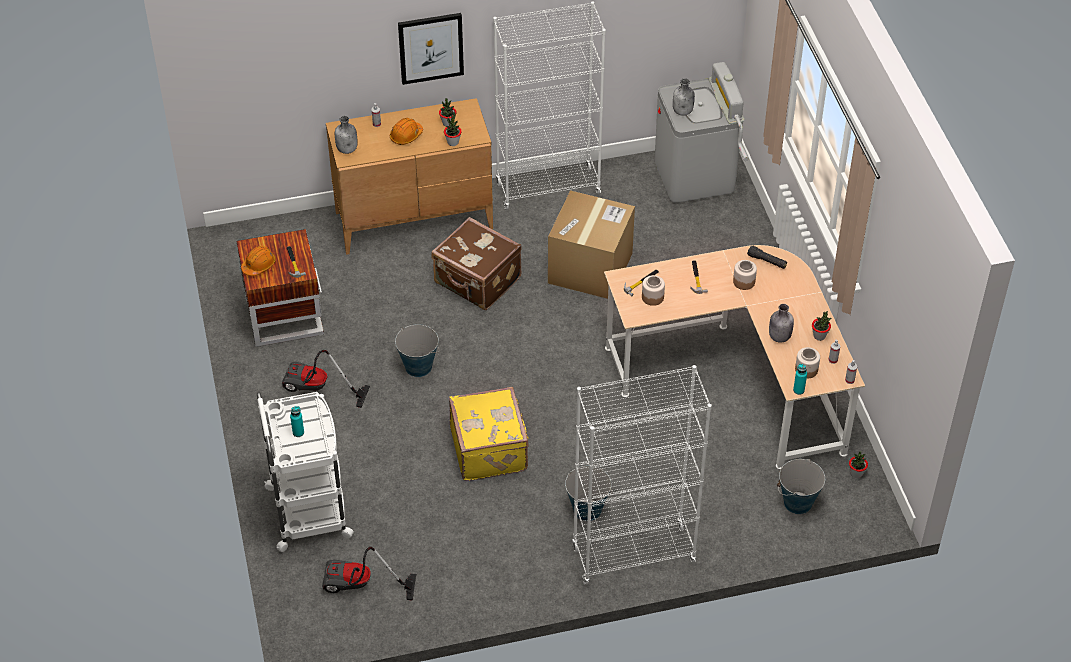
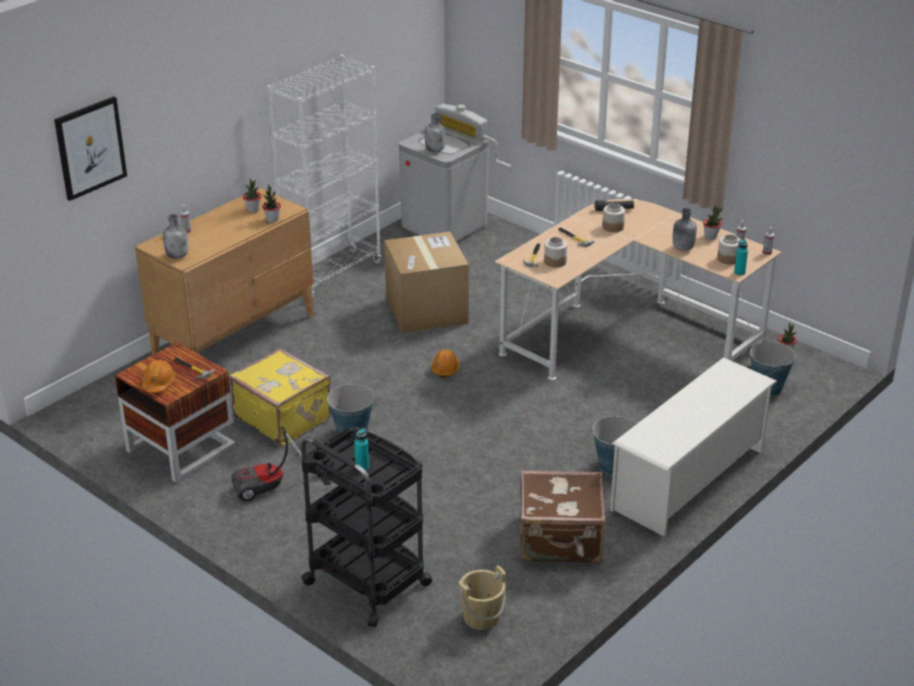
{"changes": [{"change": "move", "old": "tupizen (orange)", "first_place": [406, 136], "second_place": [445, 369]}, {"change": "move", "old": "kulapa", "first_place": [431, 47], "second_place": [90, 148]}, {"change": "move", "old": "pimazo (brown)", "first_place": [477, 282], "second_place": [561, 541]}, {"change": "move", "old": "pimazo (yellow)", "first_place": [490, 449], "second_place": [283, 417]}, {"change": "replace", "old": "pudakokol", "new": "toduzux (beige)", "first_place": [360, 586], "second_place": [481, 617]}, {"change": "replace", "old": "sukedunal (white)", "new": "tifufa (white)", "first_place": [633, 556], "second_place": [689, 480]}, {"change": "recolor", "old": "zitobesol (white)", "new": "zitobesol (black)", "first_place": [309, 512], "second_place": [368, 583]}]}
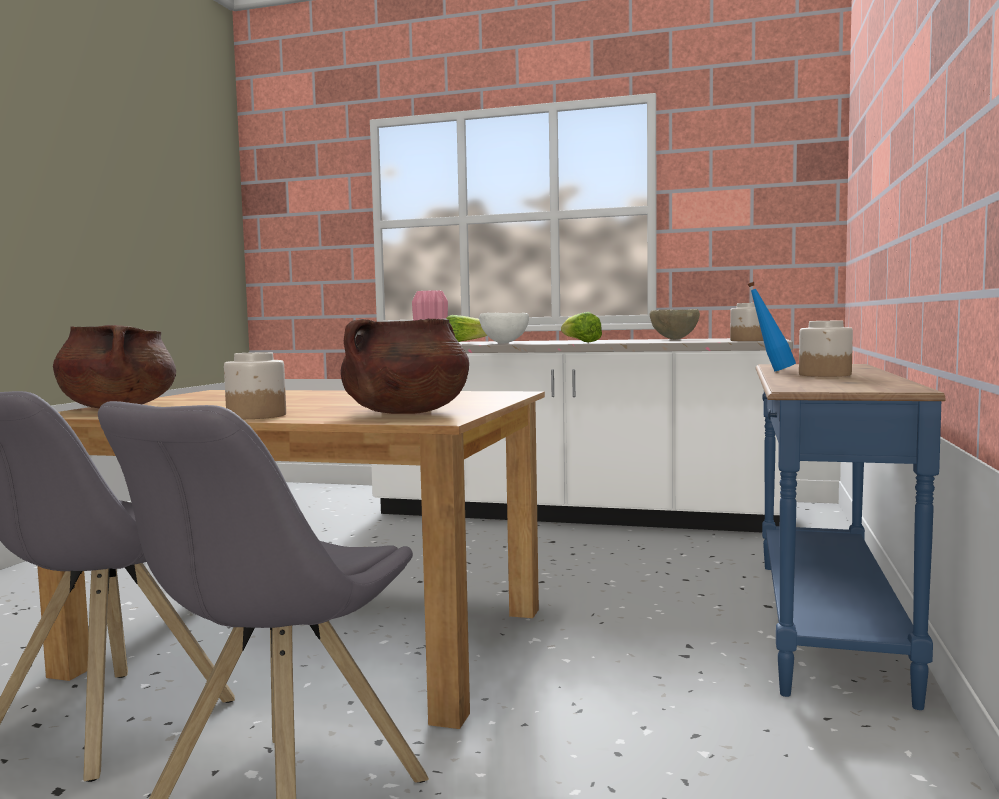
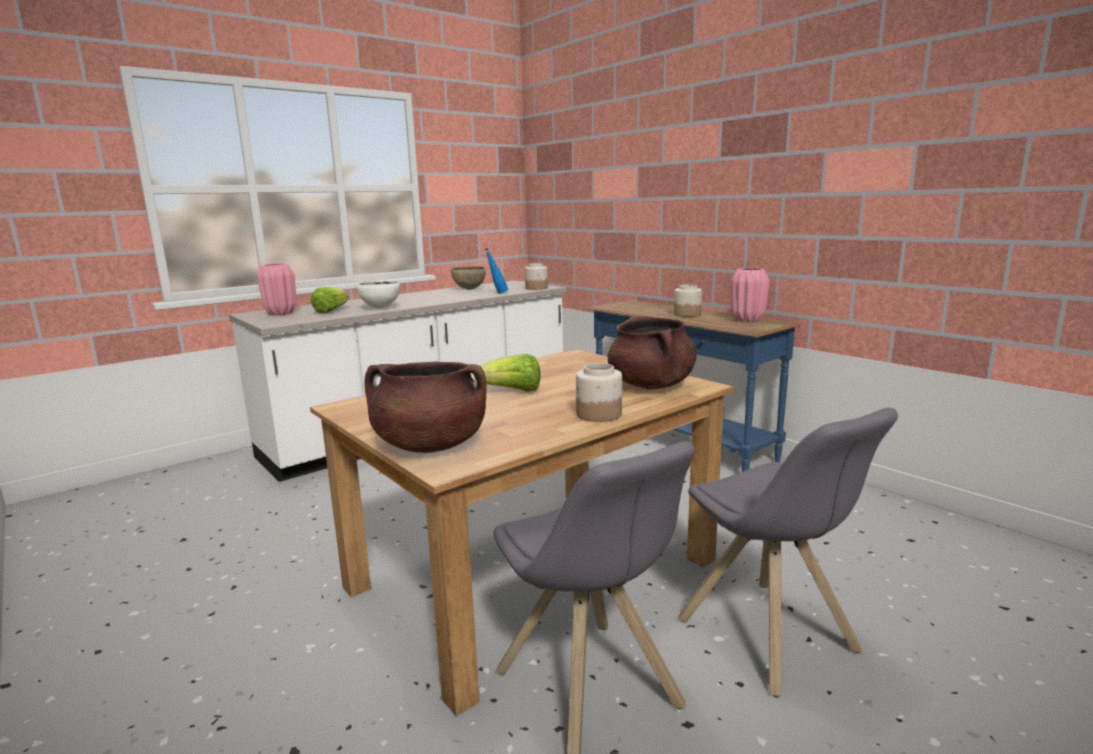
{"changes": [{"change": "insert", "new": "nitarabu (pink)", "second_place": [747, 320]}, {"change": "move", "old": "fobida", "first_place": [580, 342], "second_place": [513, 391]}, {"change": "move", "old": "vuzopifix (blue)", "first_place": [771, 371], "second_place": [497, 293]}]}
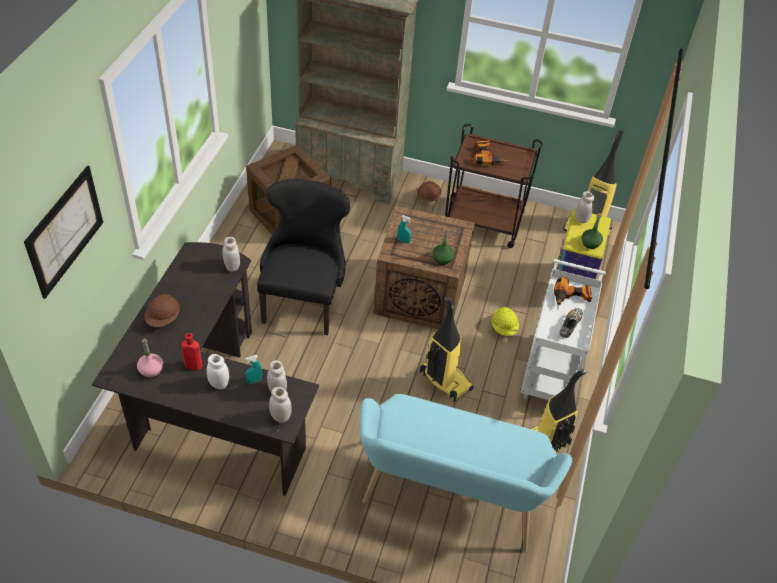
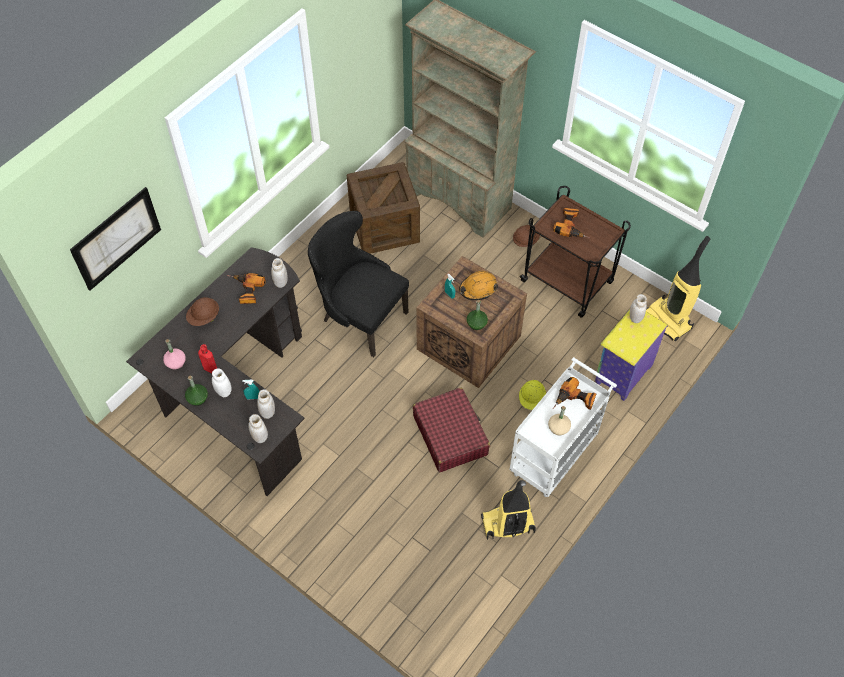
{"changes": [{"change": "delete", "old": "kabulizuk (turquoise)", "first_place": [449, 500]}, {"change": "insert", "new": "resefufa", "second_place": [246, 291]}, {"change": "insert", "new": "tupizen (orange)", "second_place": [478, 288]}, {"change": "move", "old": "vuzopifix (green)", "first_place": [590, 243], "second_place": [197, 398]}, {"change": "replace", "old": "pudakokol", "new": "pimazo (red)", "first_place": [444, 381], "second_place": [450, 435]}, {"change": "replace", "old": "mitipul", "new": "vuzopifix (beige)", "first_place": [570, 326], "second_place": [558, 428]}, {"change": "rotate", "old": "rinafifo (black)", "first_place": [304, 300], "second_place": [360, 318], "degrees": -90}]}
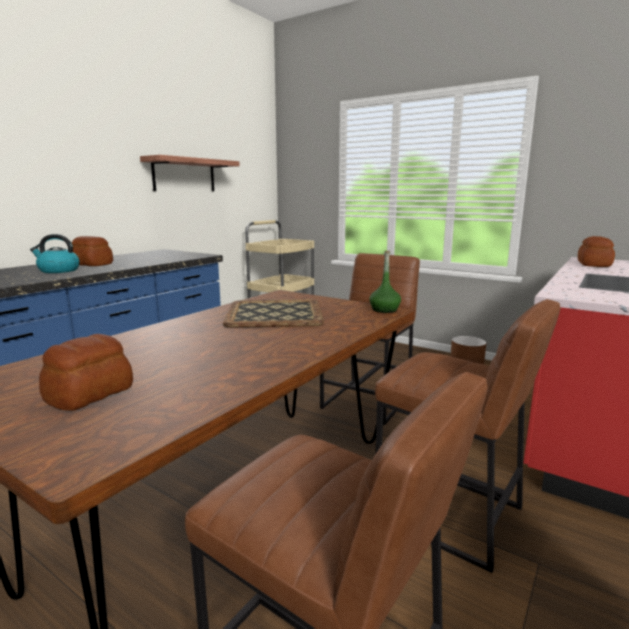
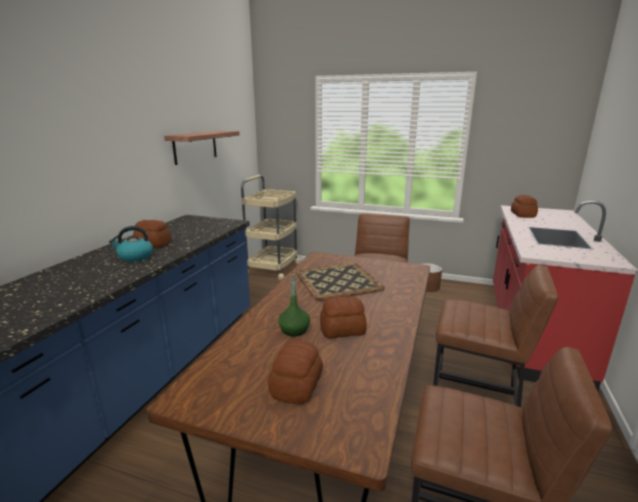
{"changes": [{"change": "insert", "new": "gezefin", "second_place": [343, 330]}, {"change": "move", "old": "vuzopifix (green)", "first_place": [384, 310], "second_place": [294, 330]}]}
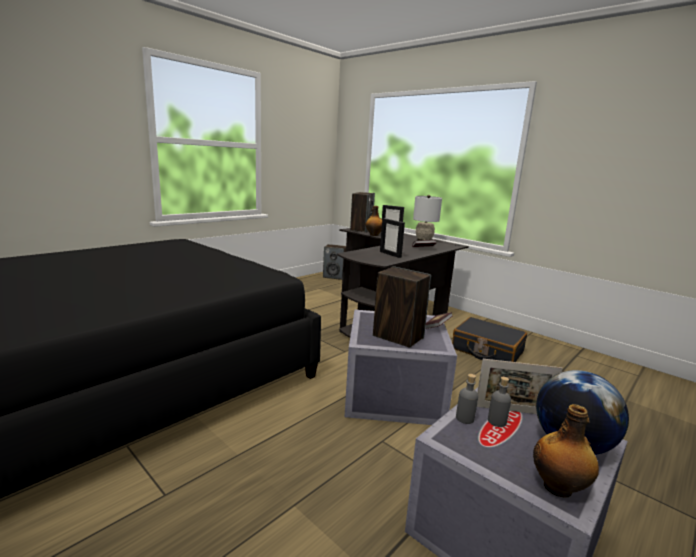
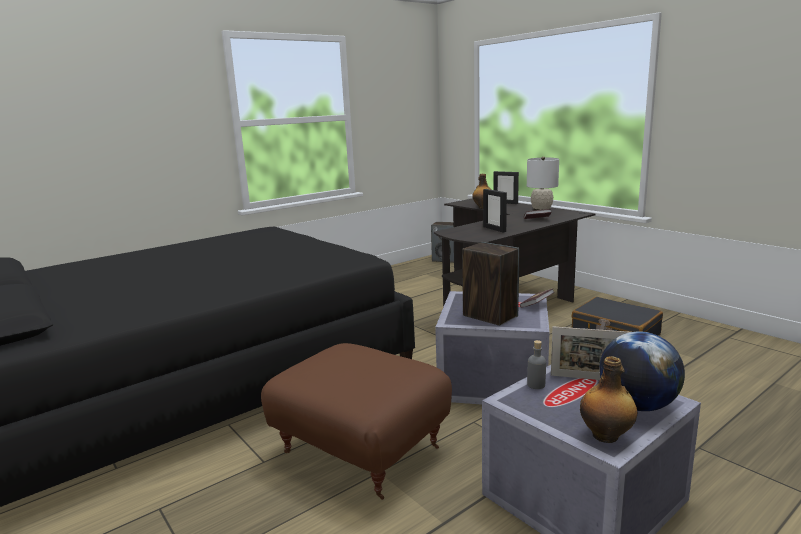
{"changes": [{"change": "delete", "old": "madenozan", "first_place": [361, 230]}, {"change": "delete", "old": "vuzopifix (grey)", "first_place": [497, 421]}, {"change": "insert", "new": "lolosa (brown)", "second_place": [359, 452]}]}
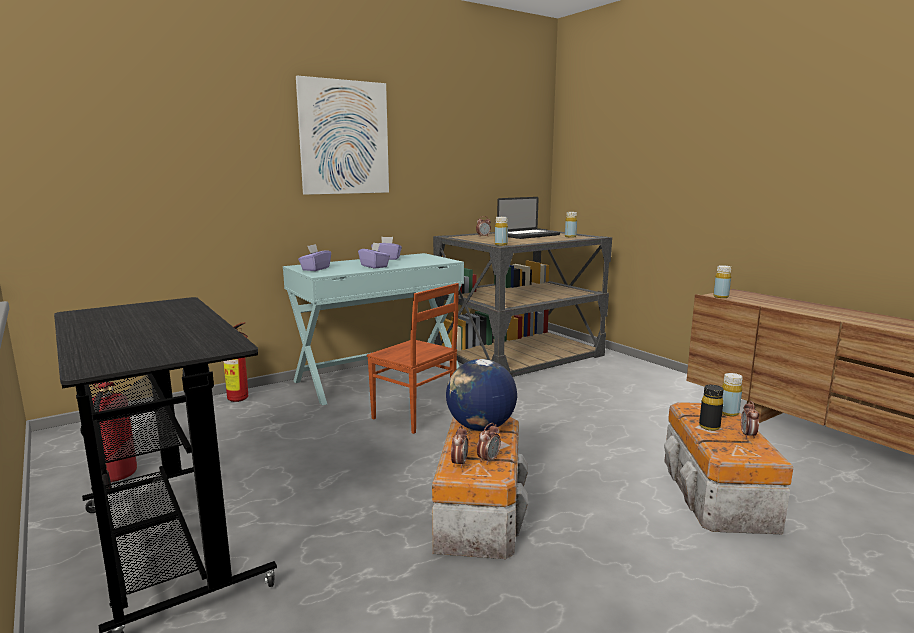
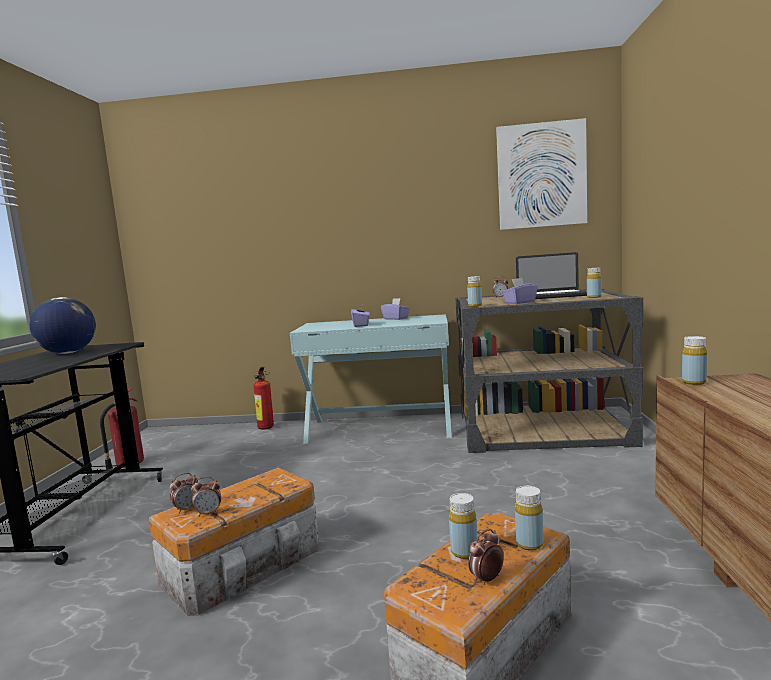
{"changes": [{"change": "delete", "old": "rinafifo (brown)", "first_place": [414, 416]}, {"change": "move", "old": "kulapa", "first_place": [344, 137], "second_place": [541, 175]}, {"change": "move", "old": "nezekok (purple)", "first_place": [315, 269], "second_place": [519, 302]}, {"change": "move", "old": "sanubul", "first_place": [480, 427], "second_place": [68, 353]}, {"change": "recolor", "old": "vuzopifix (black)", "new": "vuzopifix (yellow)", "first_place": [709, 427], "second_place": [464, 552]}]}
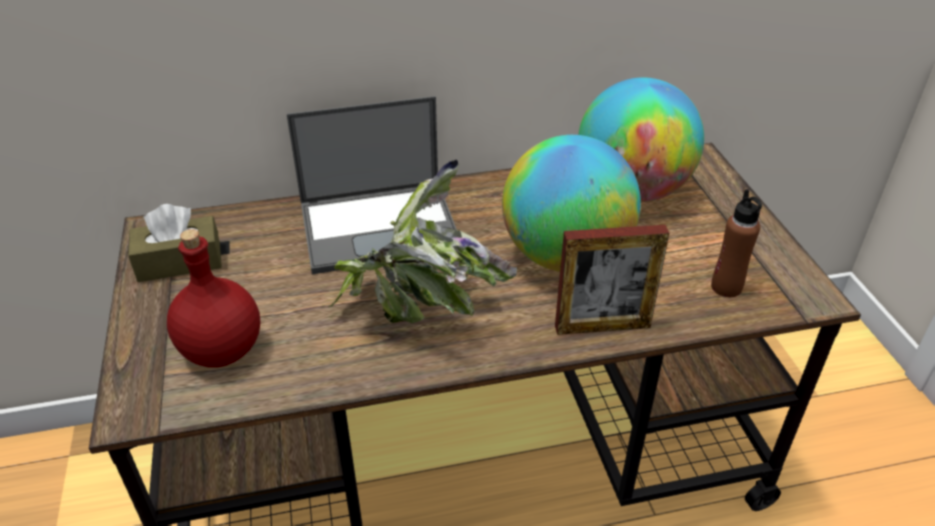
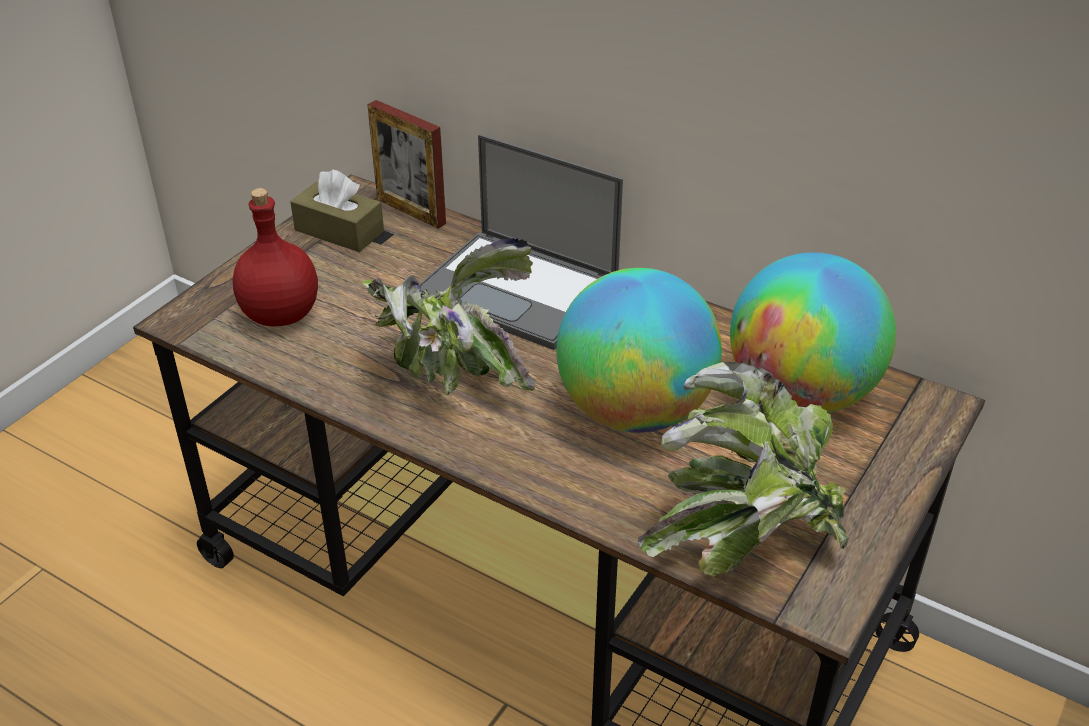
{"changes": [{"change": "move", "old": "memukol", "first_place": [602, 326], "second_place": [411, 211]}, {"change": "replace", "old": "vuzopifix (brown)", "new": "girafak", "first_place": [726, 287], "second_place": [744, 537]}]}
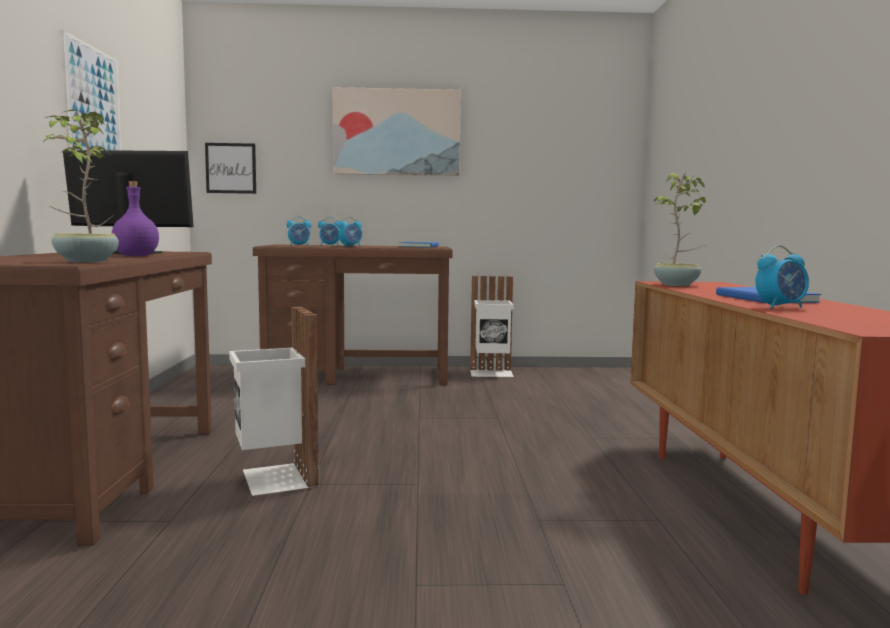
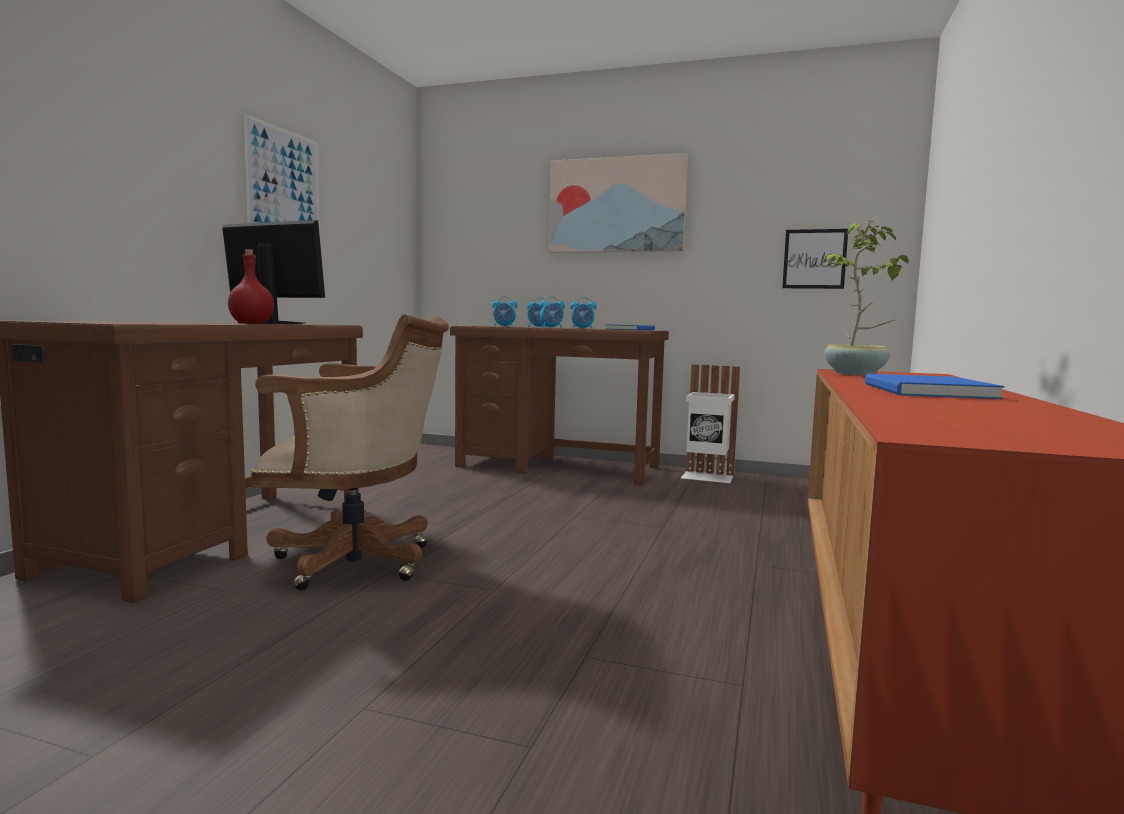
{"changes": [{"change": "delete", "old": "girafak", "first_place": [85, 261]}, {"change": "move", "old": "kulapa", "first_place": [231, 168], "second_place": [814, 259]}, {"change": "move", "old": "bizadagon", "first_place": [781, 307], "second_place": [582, 328]}, {"change": "replace", "old": "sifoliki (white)", "new": "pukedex", "first_place": [275, 478], "second_place": [361, 562]}, {"change": "recolor", "old": "vuzopifix (purple)", "new": "vuzopifix (red)", "first_place": [135, 256], "second_place": [250, 324]}]}
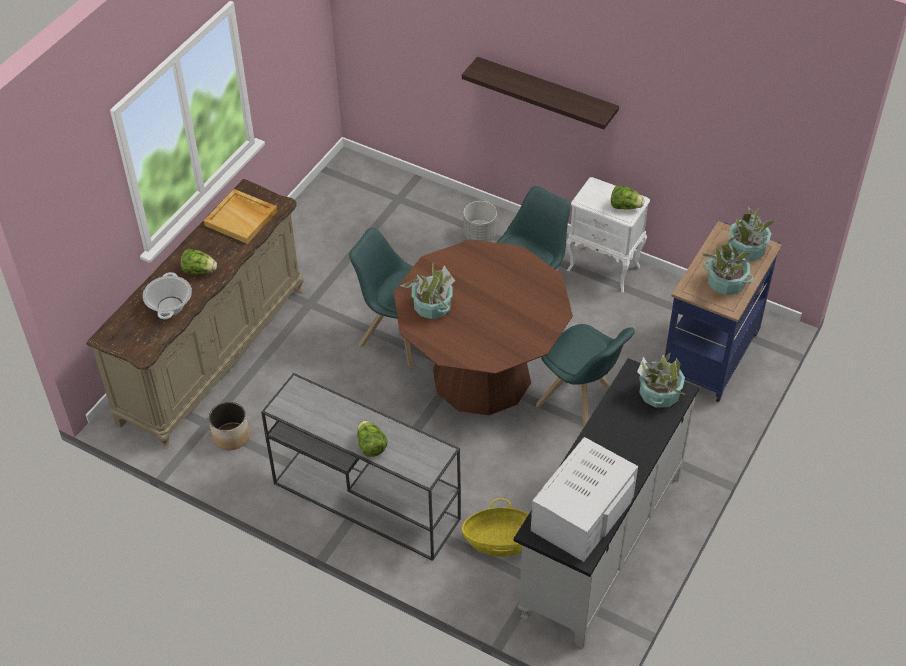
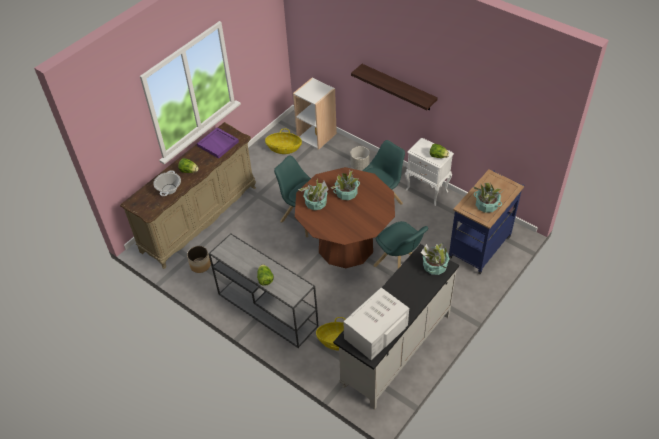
{"changes": [{"change": "insert", "new": "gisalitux", "second_place": [284, 148]}, {"change": "insert", "new": "sukedunal", "second_place": [317, 136]}, {"change": "move", "old": "girafak", "first_place": [746, 250], "second_place": [346, 193]}, {"change": "recolor", "old": "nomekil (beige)", "new": "nomekil (purple)", "first_place": [241, 218], "second_place": [218, 144]}]}
